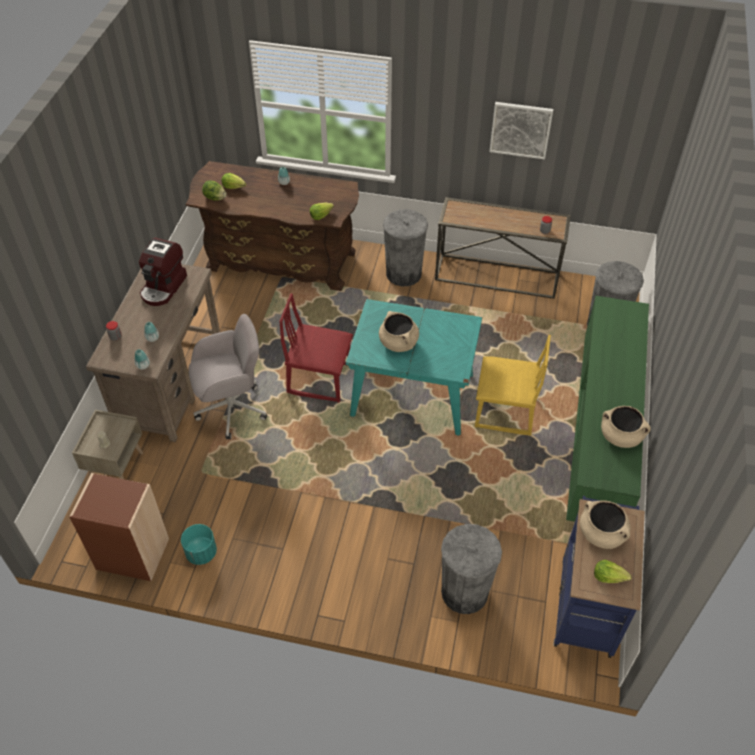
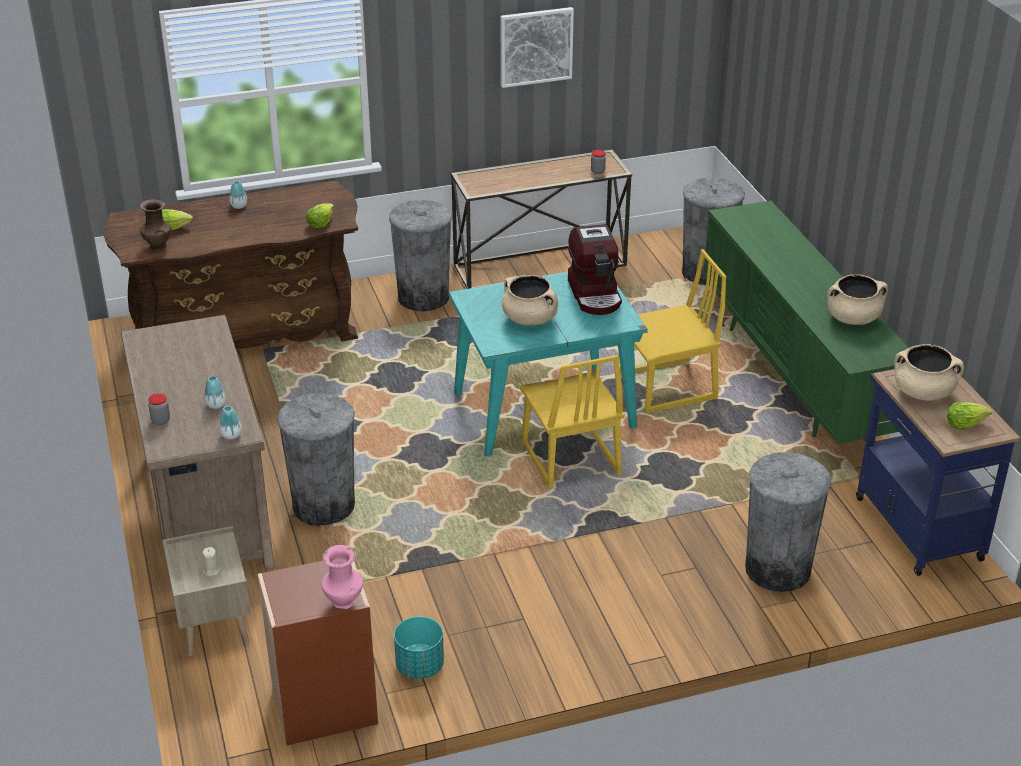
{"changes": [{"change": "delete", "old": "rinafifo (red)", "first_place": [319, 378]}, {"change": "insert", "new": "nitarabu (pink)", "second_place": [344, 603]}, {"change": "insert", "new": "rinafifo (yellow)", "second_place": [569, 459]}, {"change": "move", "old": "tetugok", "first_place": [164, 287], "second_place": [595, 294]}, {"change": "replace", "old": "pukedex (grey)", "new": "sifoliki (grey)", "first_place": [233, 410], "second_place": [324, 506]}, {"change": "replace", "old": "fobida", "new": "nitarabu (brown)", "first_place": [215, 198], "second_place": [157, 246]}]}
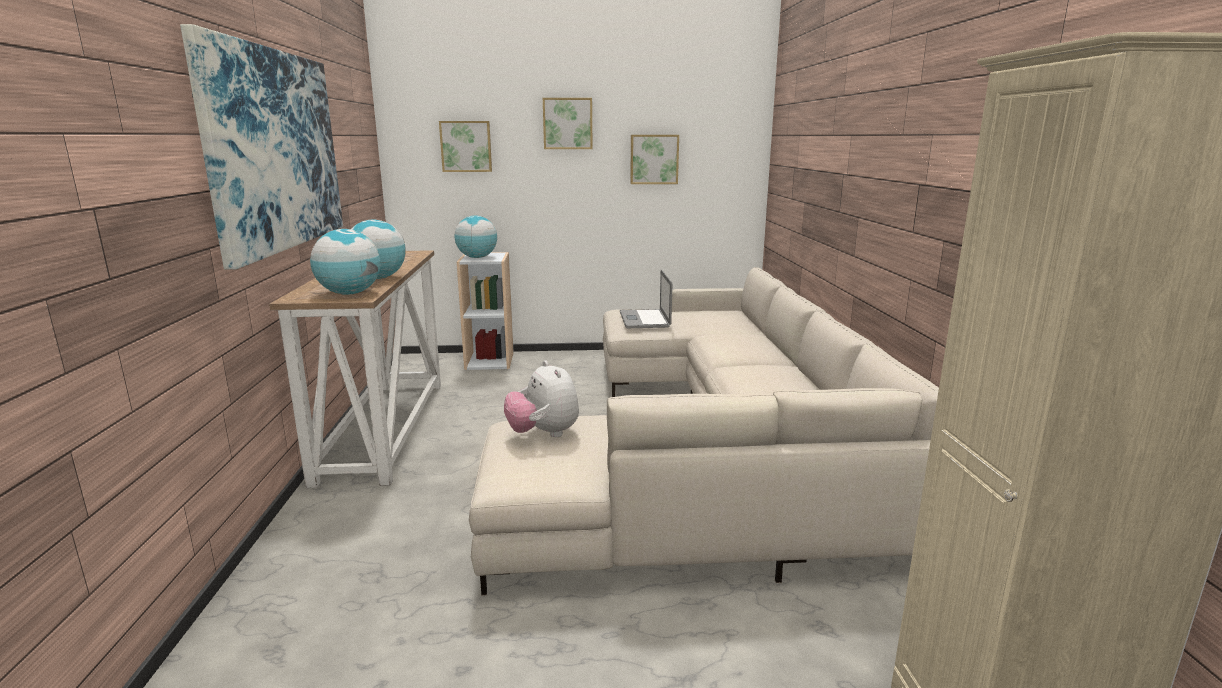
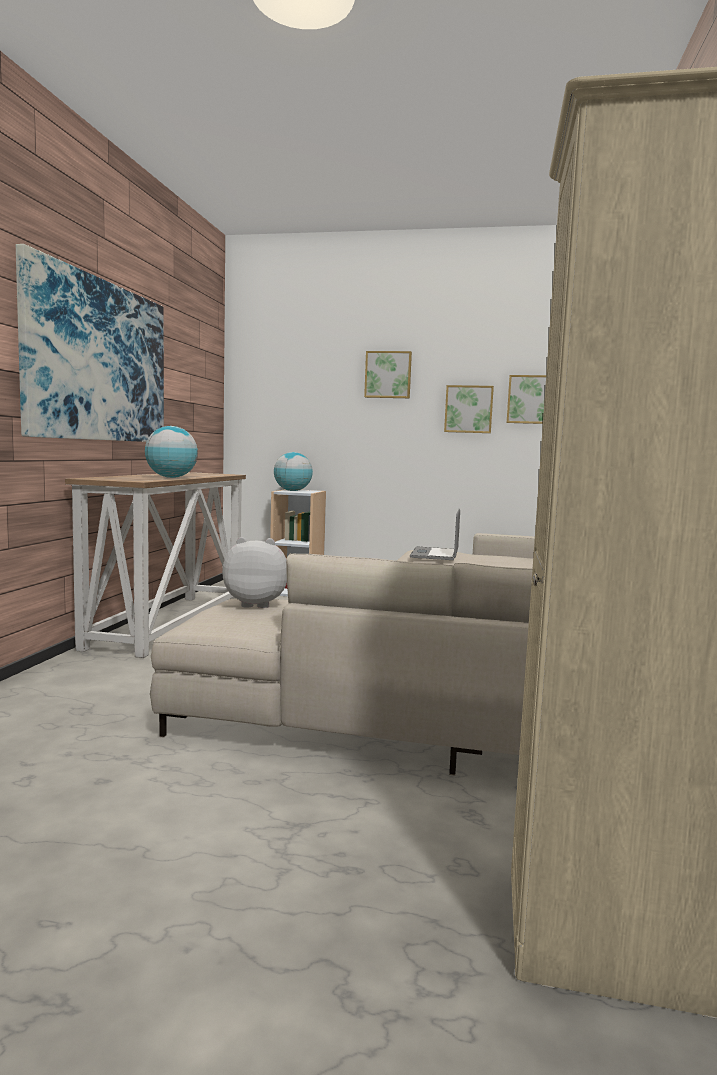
{"changes": [{"change": "delete", "old": "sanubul", "first_place": [349, 293]}, {"change": "move", "old": "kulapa", "first_place": [466, 146], "second_place": [531, 399]}, {"change": "rotate", "old": "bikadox", "first_place": [543, 434], "second_place": [256, 604], "degrees": 105}]}
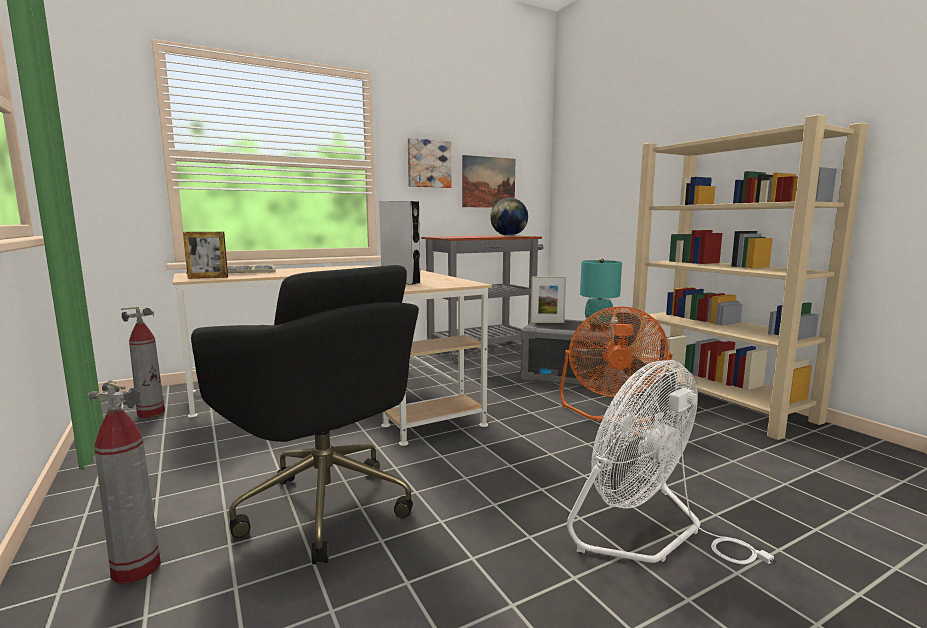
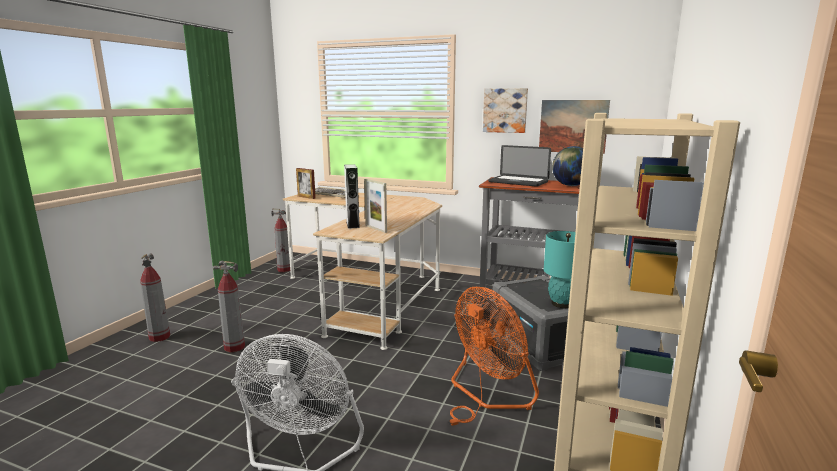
{"changes": [{"change": "insert", "new": "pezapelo", "second_place": [518, 182]}, {"change": "move", "old": "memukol", "first_place": [547, 322], "second_place": [376, 229]}, {"change": "replace", "old": "pukedex (black)", "new": "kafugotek", "first_place": [321, 506], "second_place": [234, 347]}]}
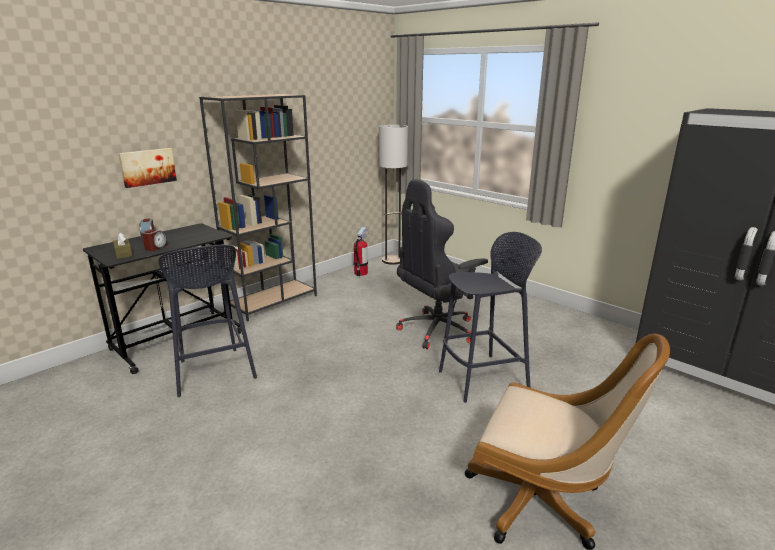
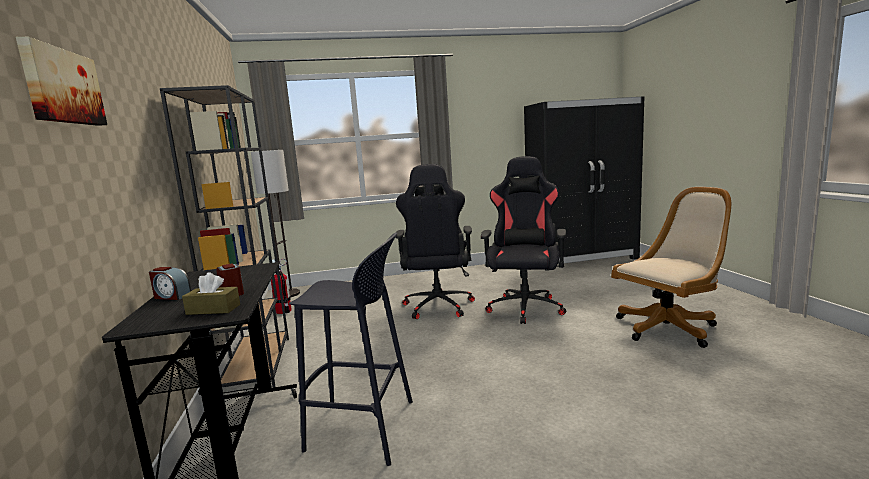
{"changes": [{"change": "move", "old": "kulapa", "first_place": [147, 167], "second_place": [61, 87]}, {"change": "replace", "old": "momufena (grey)", "new": "pukedex (black)", "first_place": [483, 379], "second_place": [525, 309]}]}
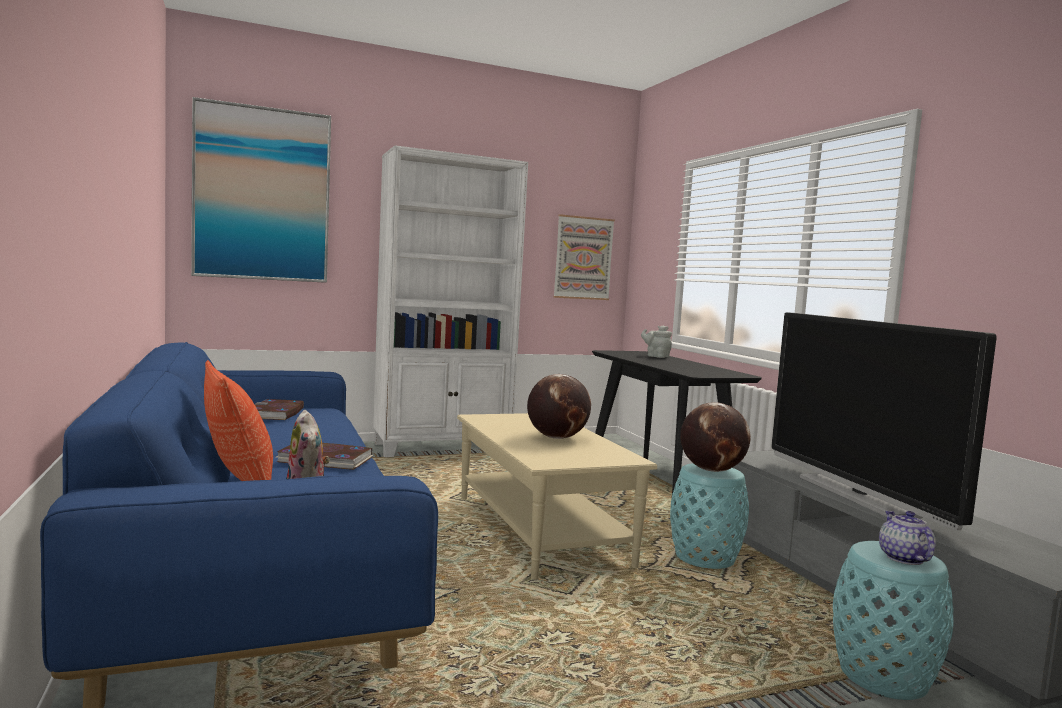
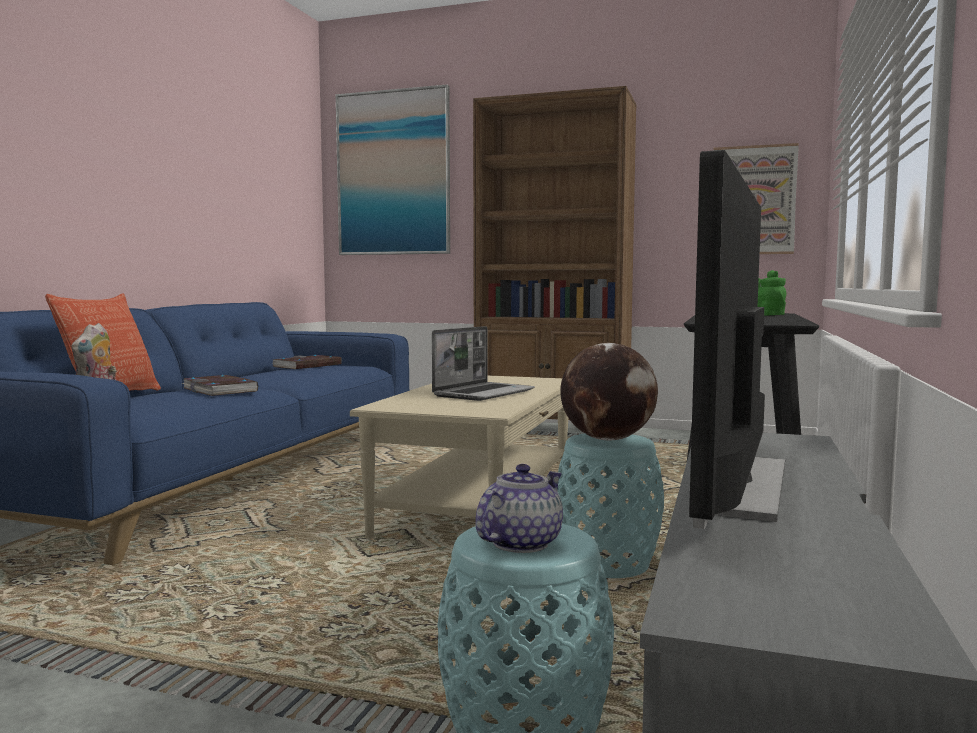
{"changes": [{"change": "replace", "old": "sanubul", "new": "pezapelo", "first_place": [556, 437], "second_place": [484, 393]}, {"change": "recolor", "old": "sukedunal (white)", "new": "sukedunal (brown)", "first_place": [442, 448], "second_place": [554, 430]}, {"change": "recolor", "old": "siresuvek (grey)", "new": "siresuvek (green)", "first_place": [656, 356], "second_place": [767, 315]}]}
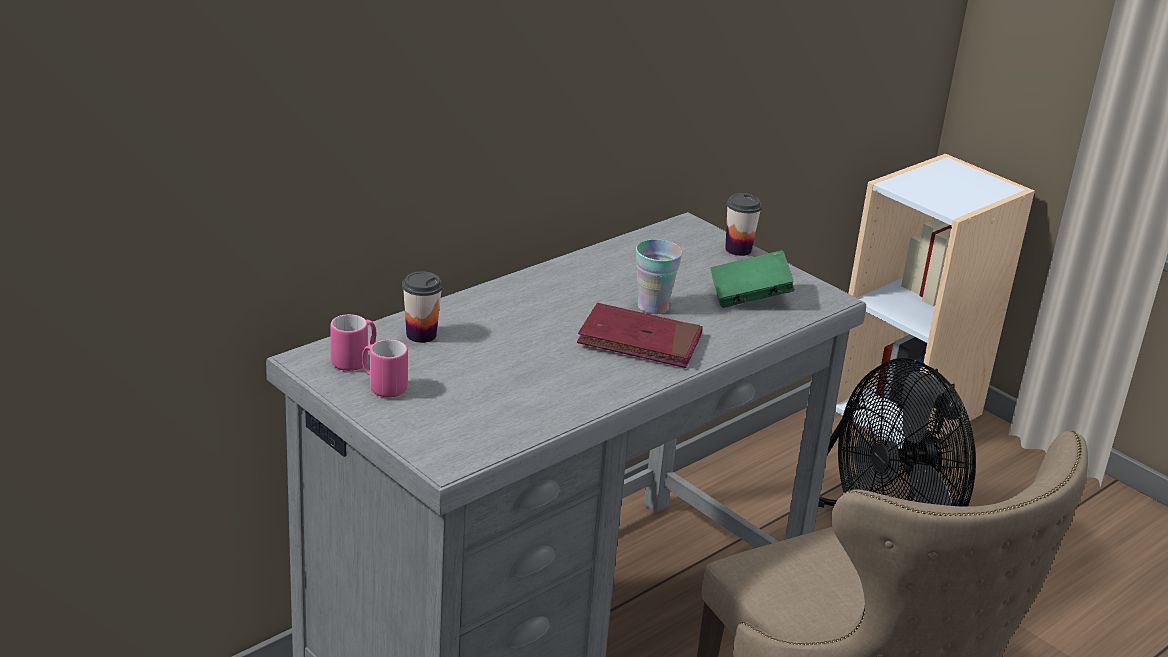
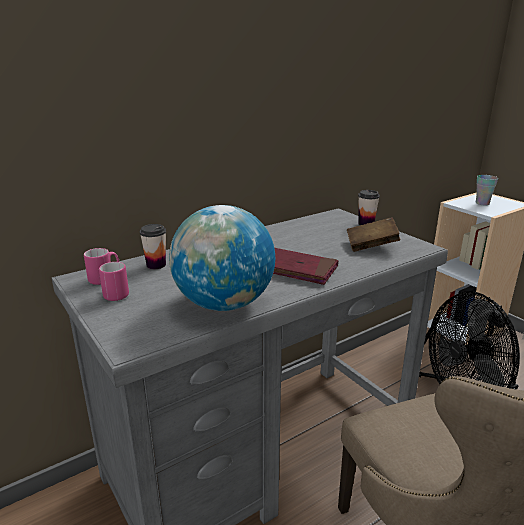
{"changes": [{"change": "insert", "new": "sanubul", "second_place": [224, 304]}, {"change": "move", "old": "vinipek", "first_place": [653, 307], "second_place": [482, 203]}, {"change": "recolor", "old": "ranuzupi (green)", "new": "ranuzupi (brown)", "first_place": [749, 297], "second_place": [371, 246]}]}
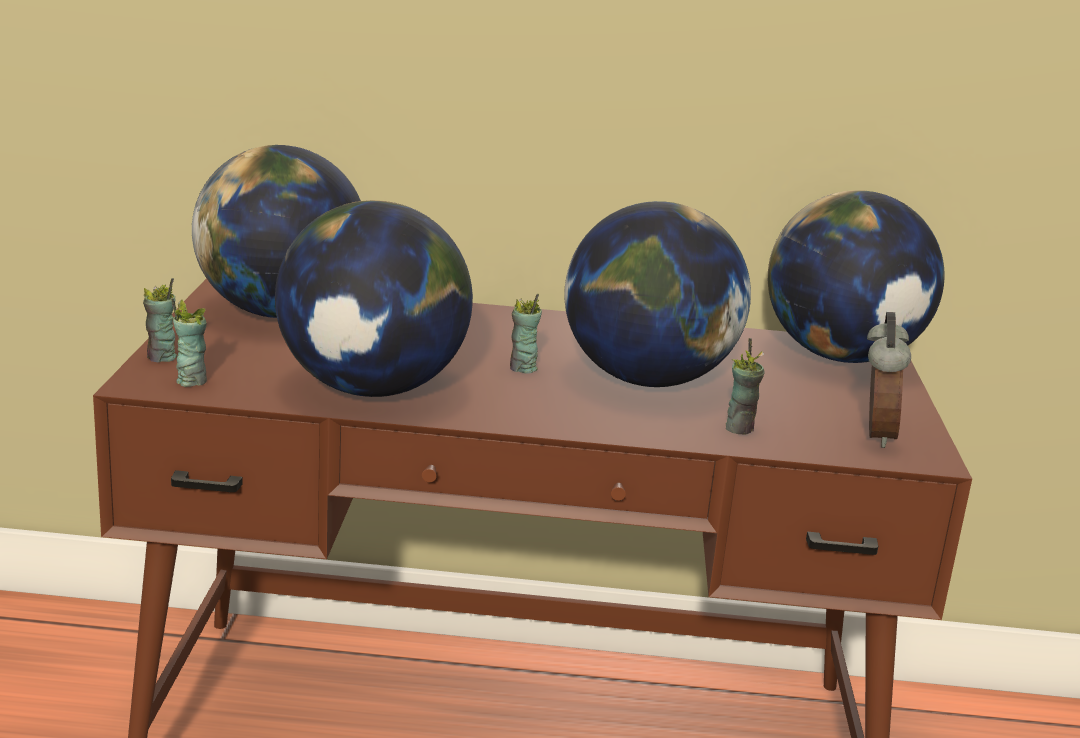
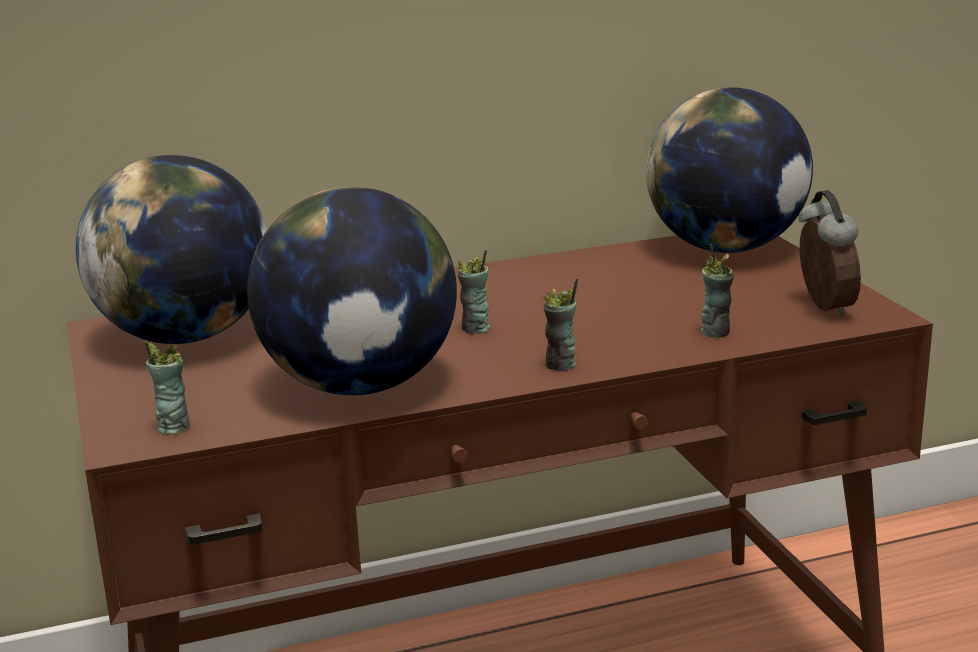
{"changes": [{"change": "delete", "old": "sanubul", "first_place": [647, 380]}, {"change": "move", "old": "vinipek", "first_place": [161, 357], "second_place": [561, 365]}]}
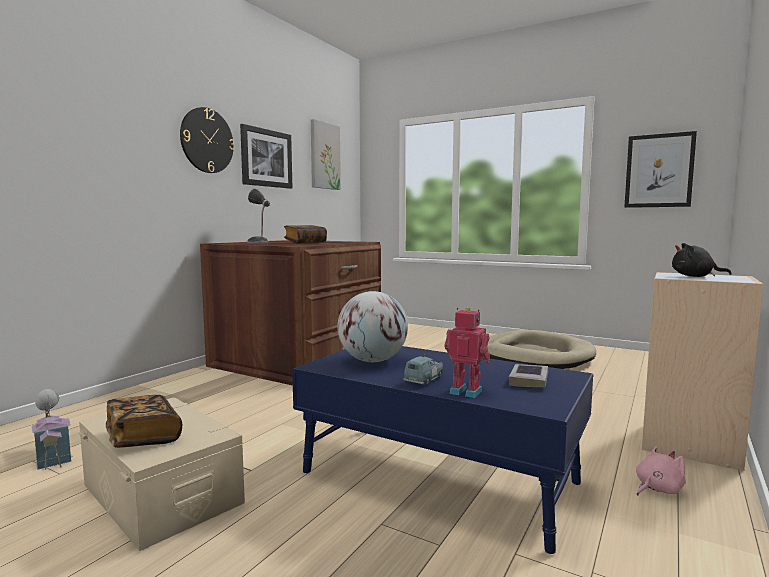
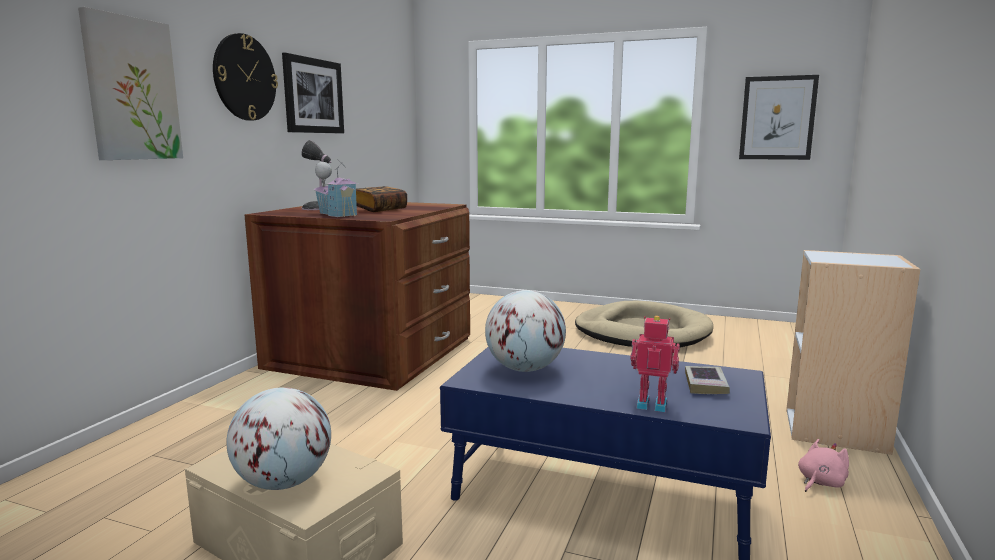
{"changes": [{"change": "delete", "old": "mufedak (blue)", "first_place": [424, 380]}, {"change": "delete", "old": "bikadox (black)", "first_place": [695, 276]}, {"change": "move", "old": "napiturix", "first_place": [53, 456], "second_place": [337, 214]}, {"change": "move", "old": "kulapa", "first_place": [324, 156], "second_place": [132, 89]}, {"change": "replace", "old": "ranuzupi", "new": "sanubul", "first_place": [143, 437], "second_place": [283, 482]}]}
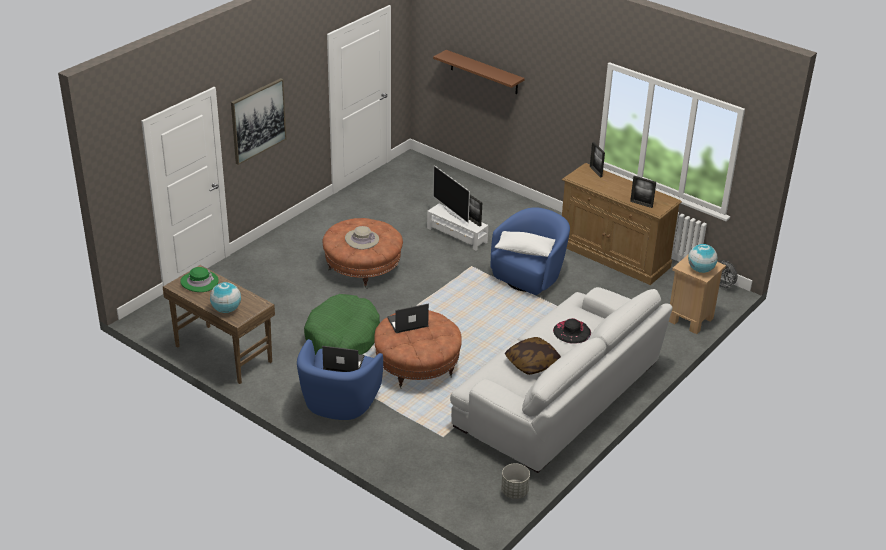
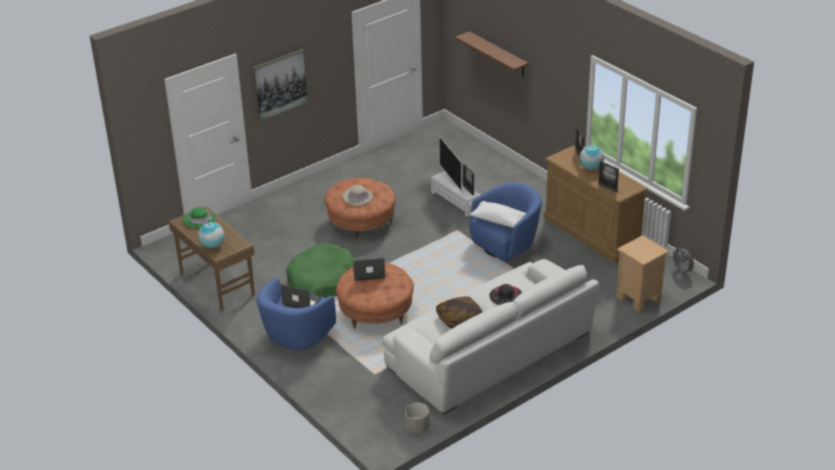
{"changes": [{"change": "move", "old": "sanubul", "first_place": [700, 270], "second_place": [591, 168]}]}
